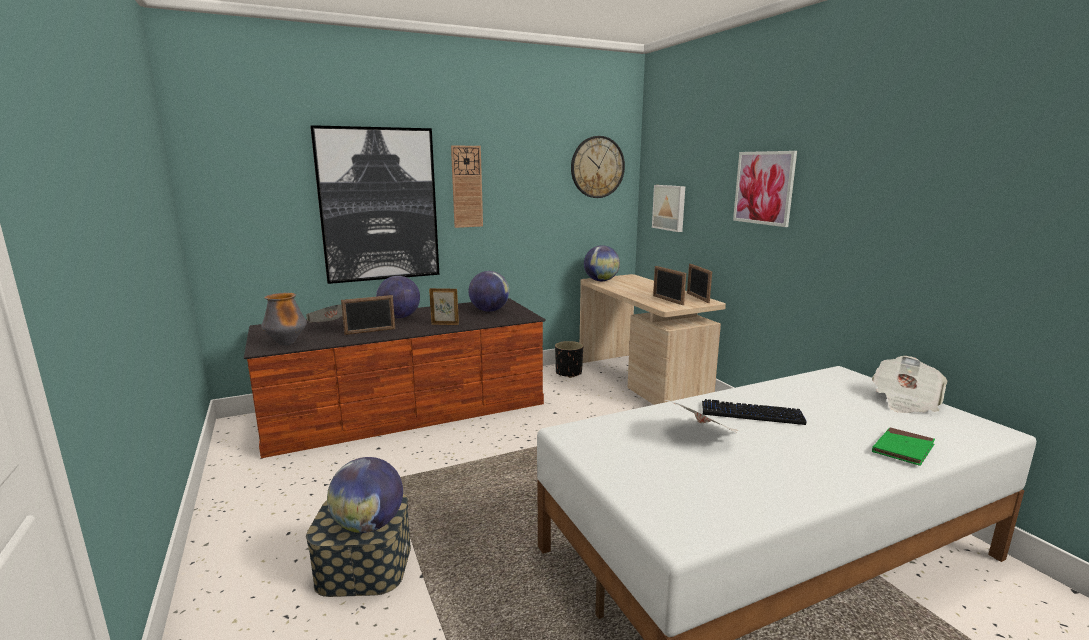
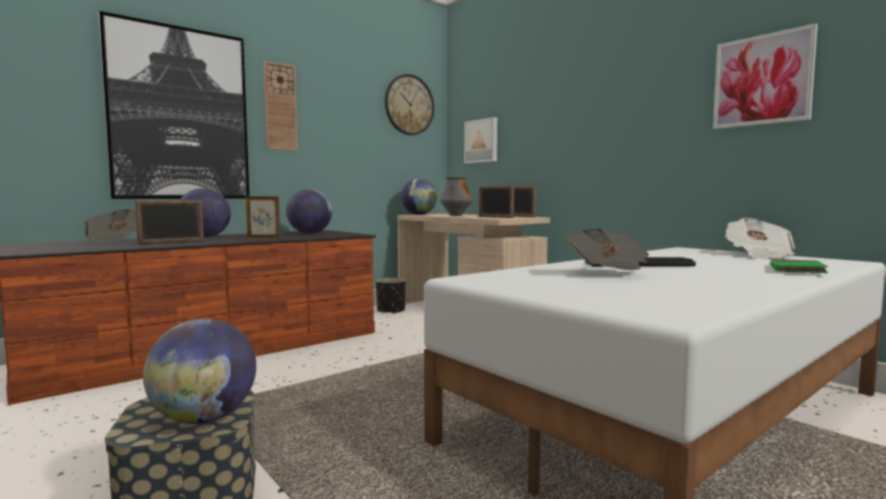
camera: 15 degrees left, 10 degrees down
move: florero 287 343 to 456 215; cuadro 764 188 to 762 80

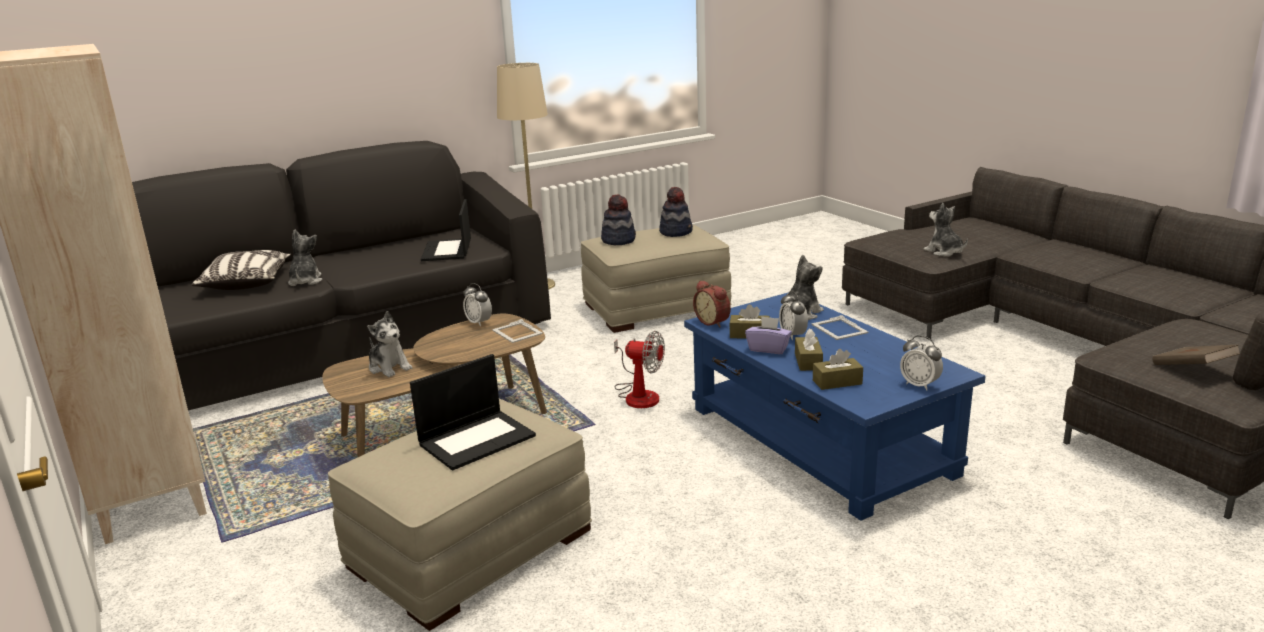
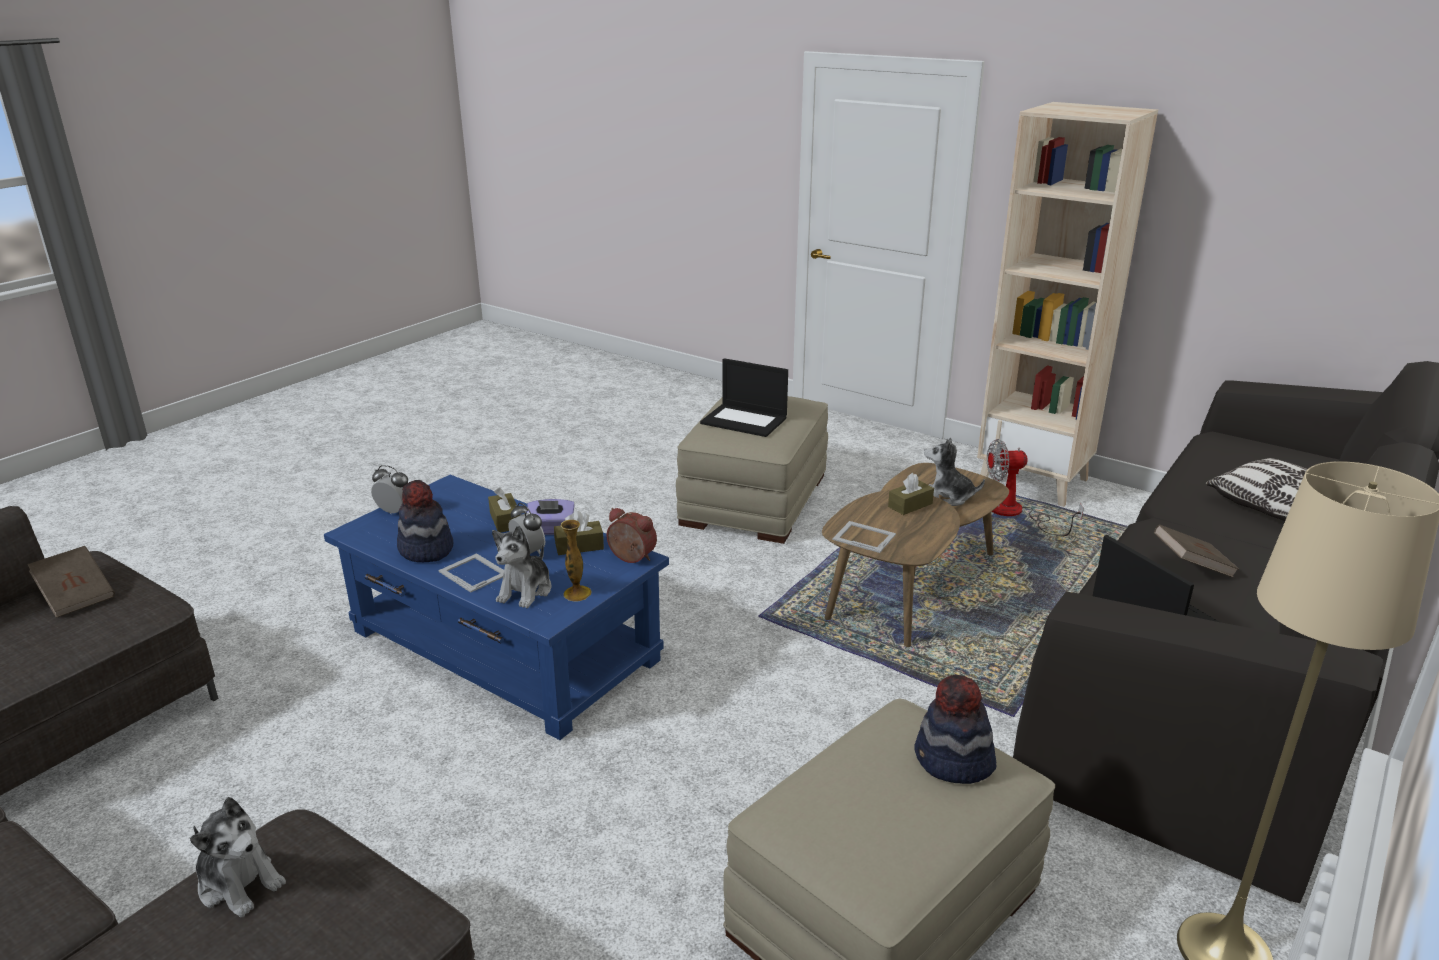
camera: 155 degrees right, 5 degrees up
delete: peluche 305 281; despertador 479 322
insert: florero 577 593; libro/marrón 1191 566
move: ventilador 638 394 to 1016 514; sombrero 676 232 to 425 549; caja de pañuelos/marrón 837 382 to 910 505
rotate: portátil 477 439 = 745 420 90 degrees counterclockwise

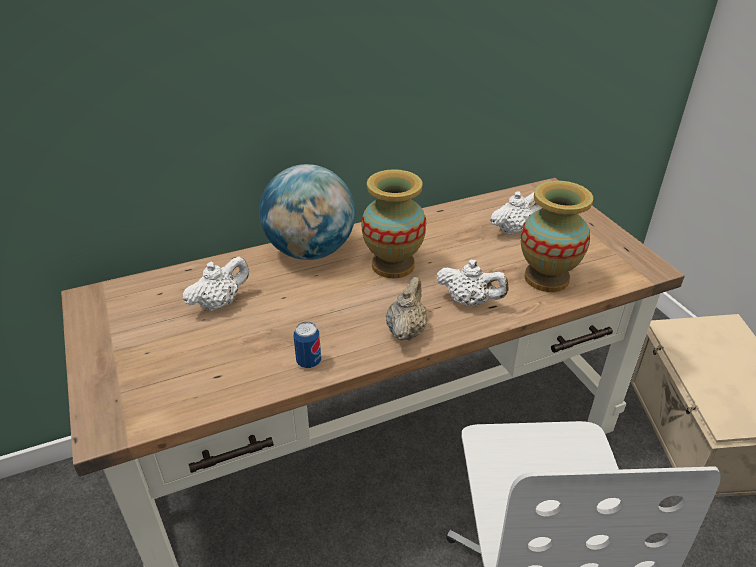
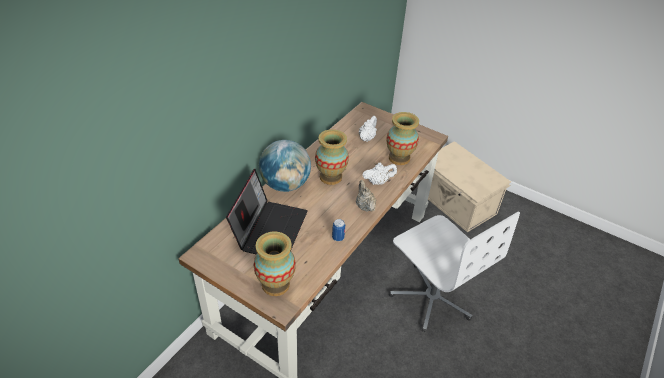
camera: 35 degrees left, 5 degrees up
insert: florero 275 284
replace: tetera/blanco 220 303 to portátil 270 229

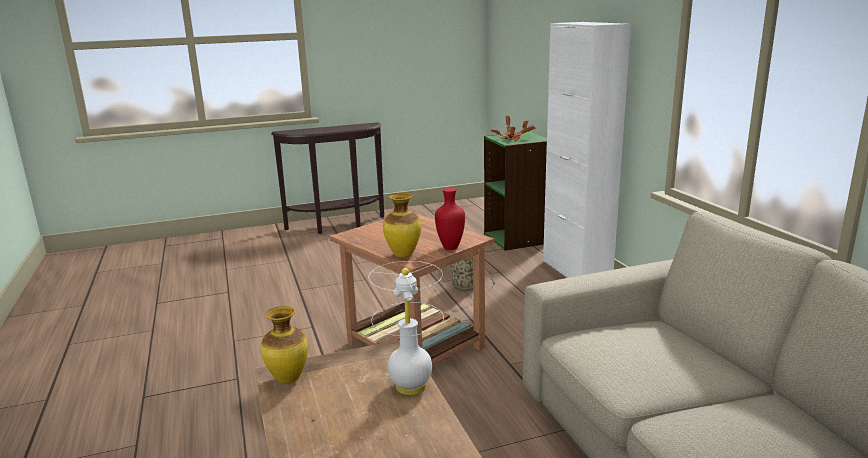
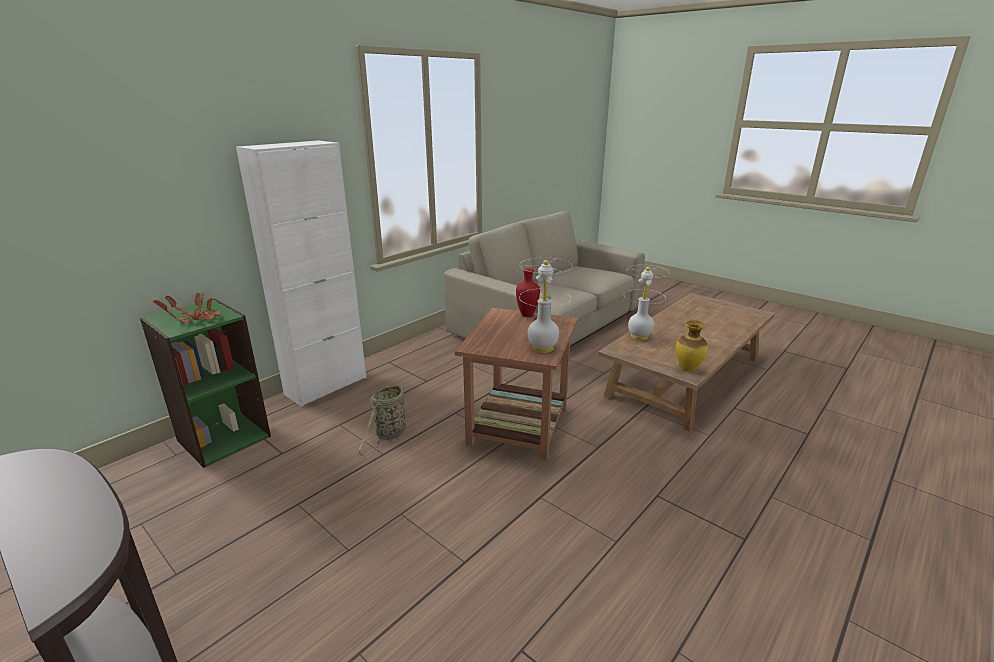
camera: 120 degrees left, 5 degrees up
delete: florero 404 255
insert: lámpara de mesa/blanco 542 348

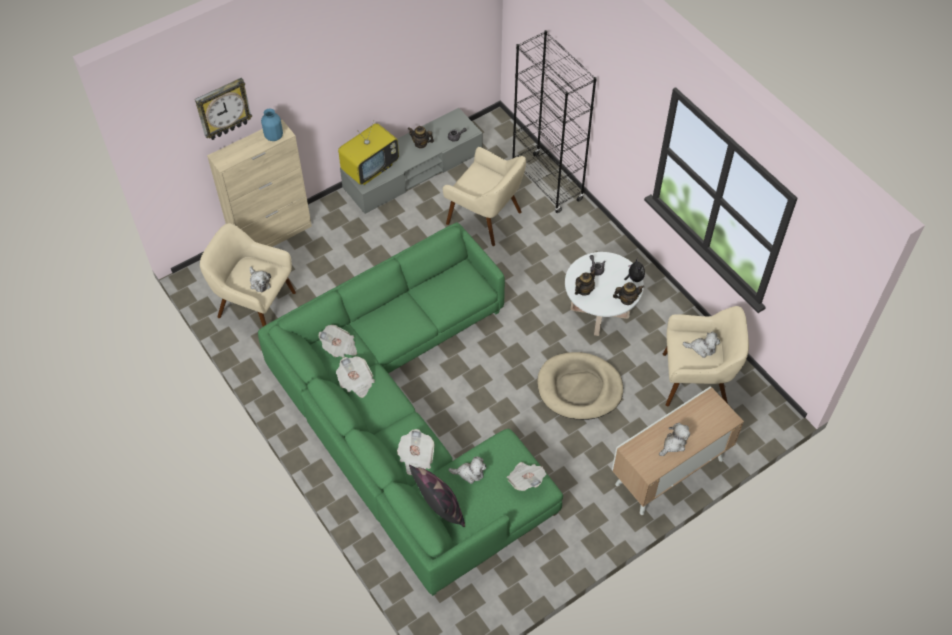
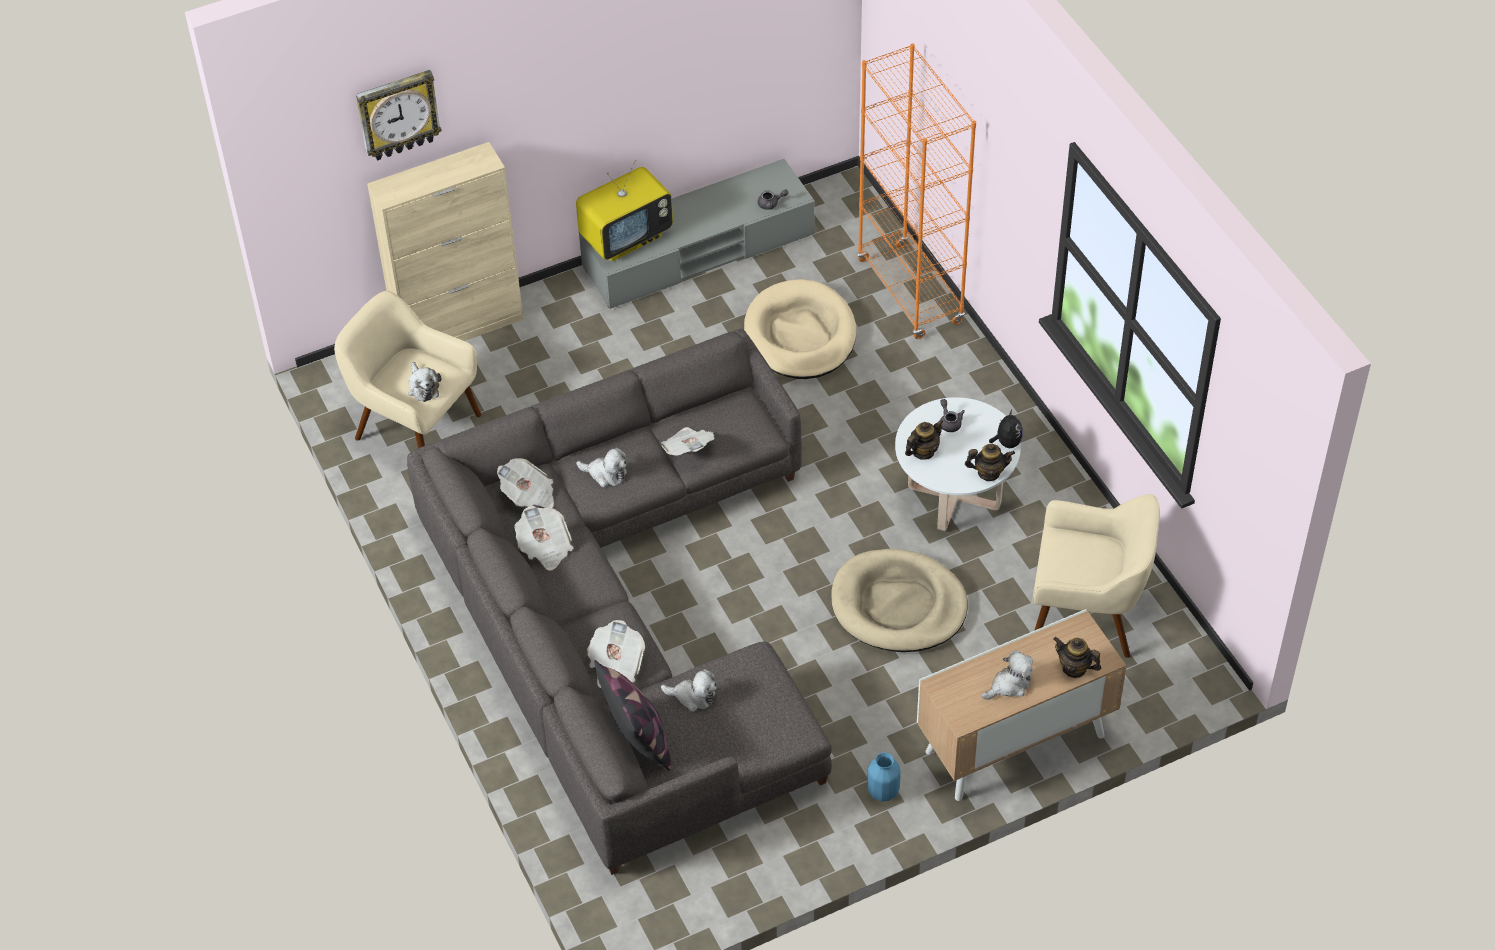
camera: 10 degrees right, 5 degrees down
move: florero/azul 274 136 to 883 791; tetera 421 143 to 1074 668; periódico 525 480 to 688 450; peluche 702 348 to 605 474
replace: sillón/beis 485 218 to cama para perro/beis 800 335
recolor: sofá/verde 408 417 to sofá/gris 623 616; estantería/negro 547 183 to estantería/naranja 910 292

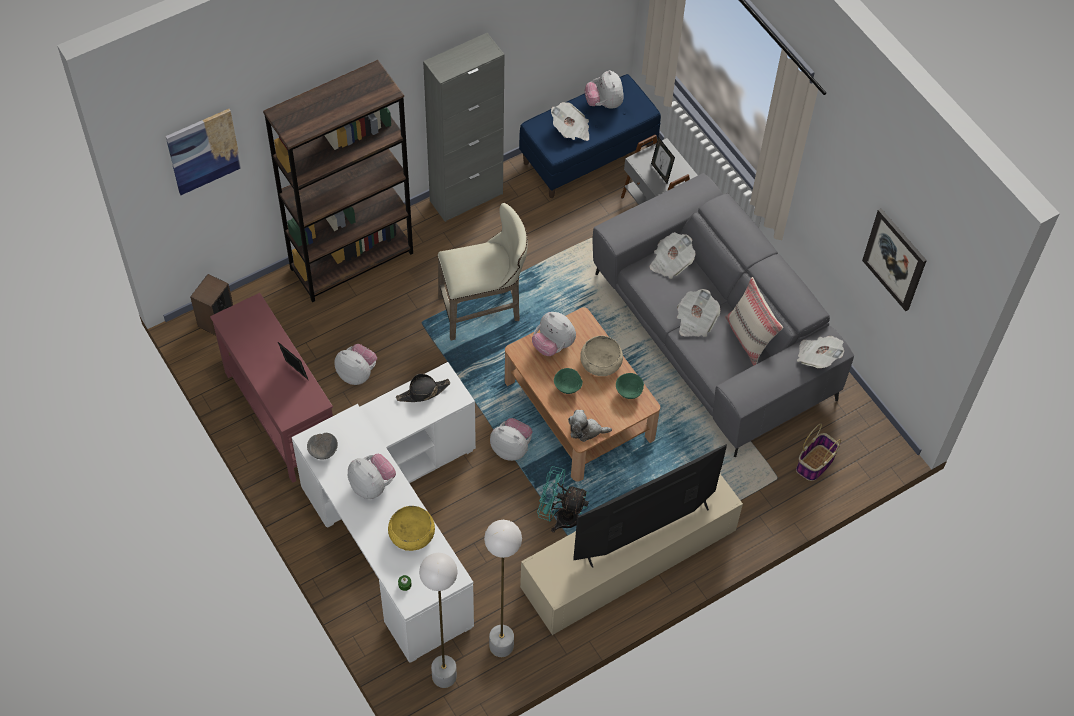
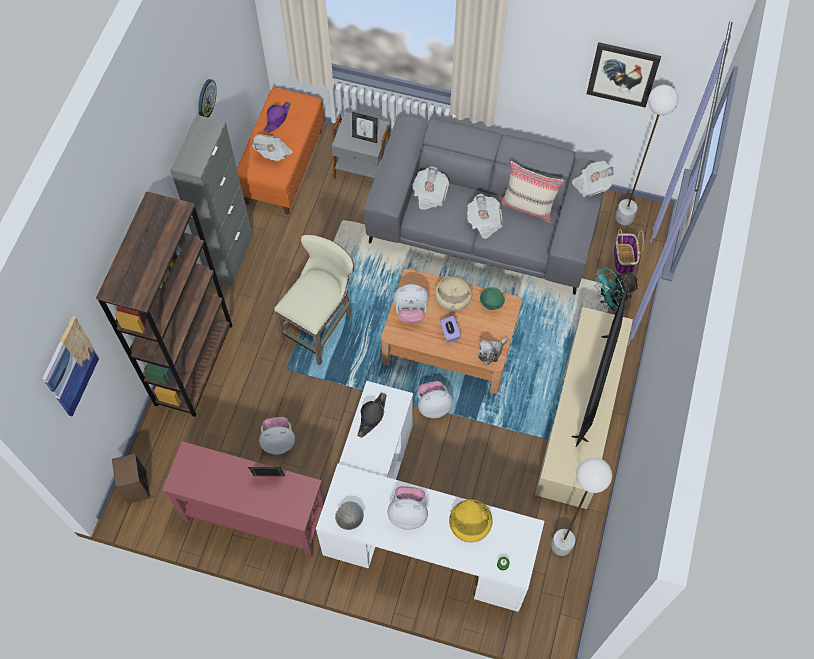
camera: 40 degrees left, 5 degrees up
insert: reloj de pared 206 98
move: lámpara de pie/blanco 444 676 to 624 217; ventilador/turquesa 560 517 to 610 304
replace: cuenco/verde 567 387 to caja de pañuelos/morado 449 333; peluche 604 103 to sombrero/morado 277 119
recolor: banco/azul 588 155 to banco/naranja 283 166

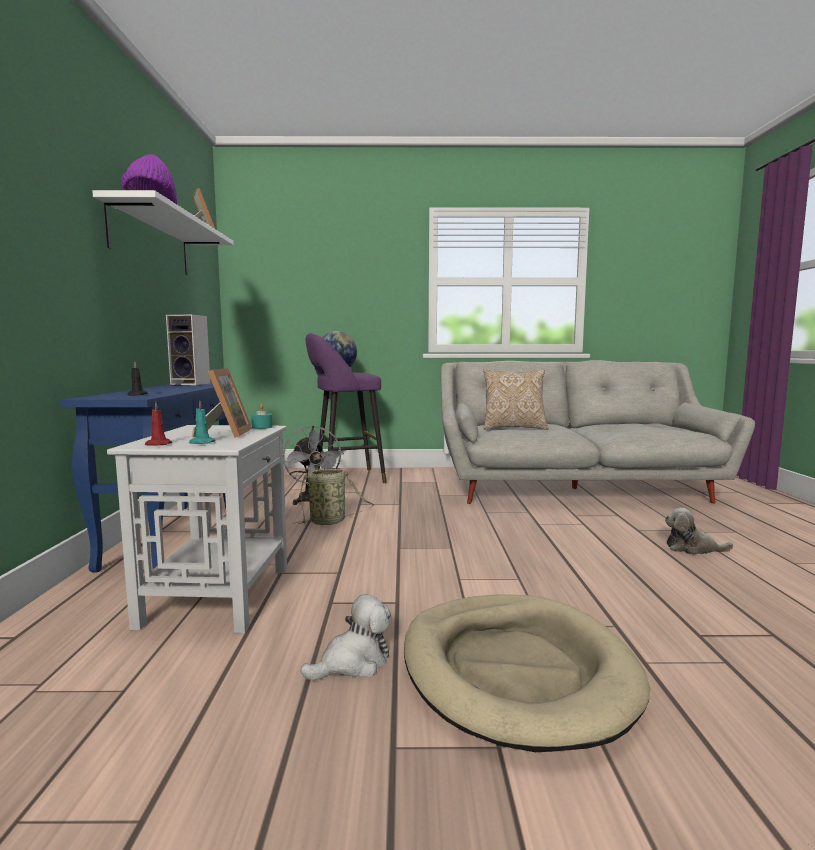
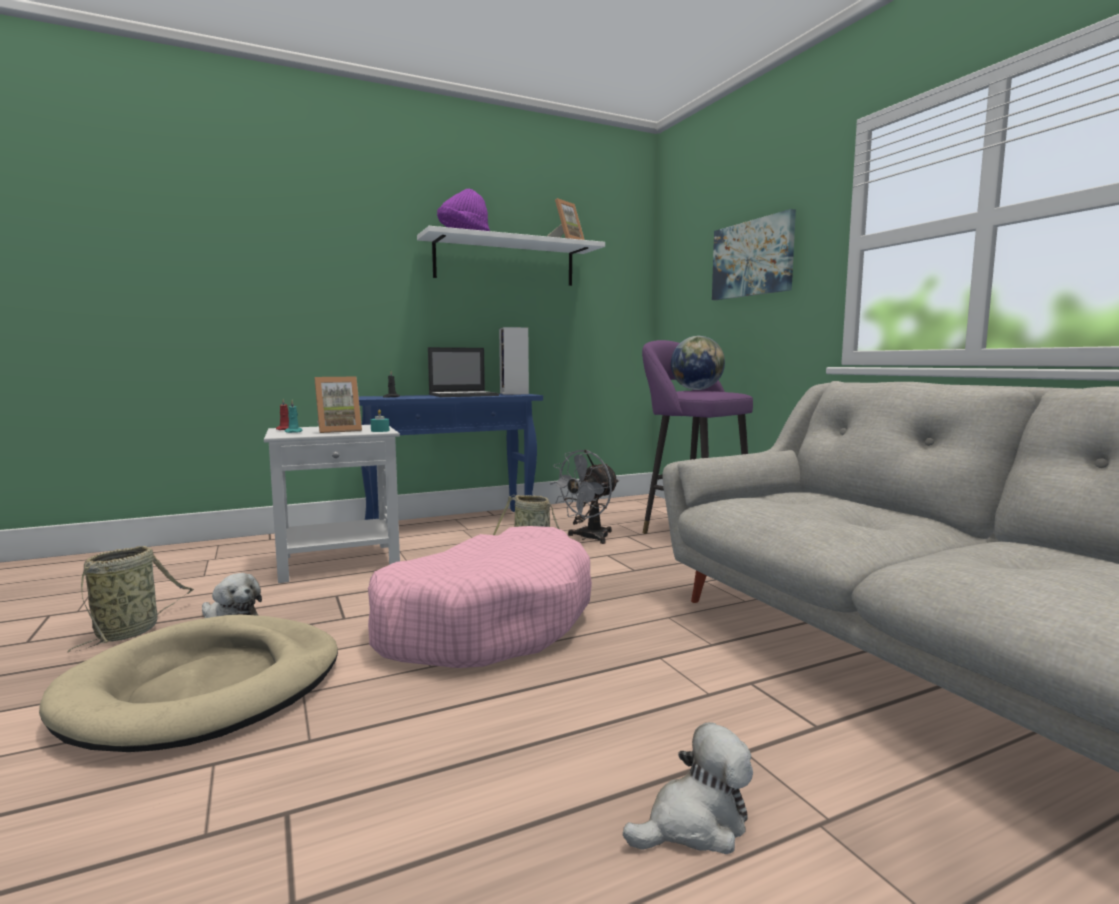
camera: 65 degrees right, 0 degrees up
delete: cojín 513 428
insert: cesta 131 632; cama para perro/rosa 485 622; portátil 464 395; cuadro 752 258
rotate: peluche 692 548 = 695 824 75 degrees clockwise

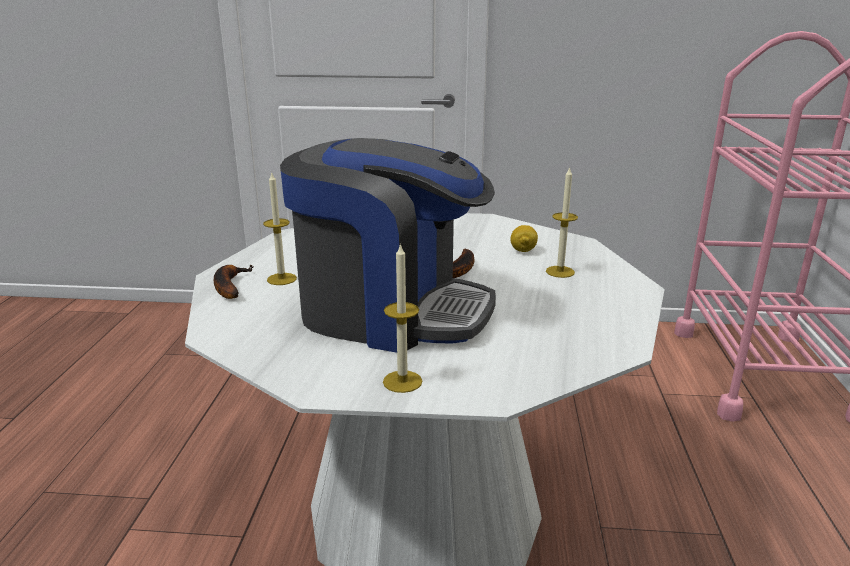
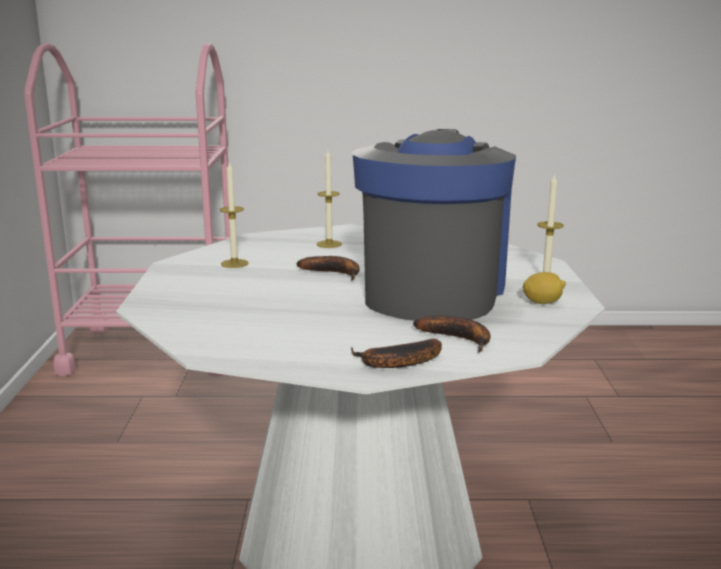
camera: 95 degrees left, 5 degrees down
insert: plátano 459 339
move: vela 281 279 to 234 263; limón 523 250 to 542 302

